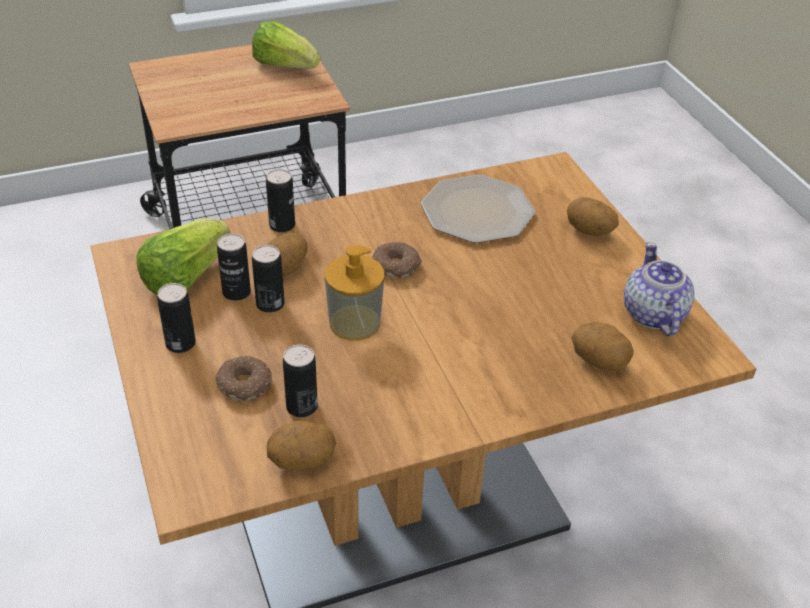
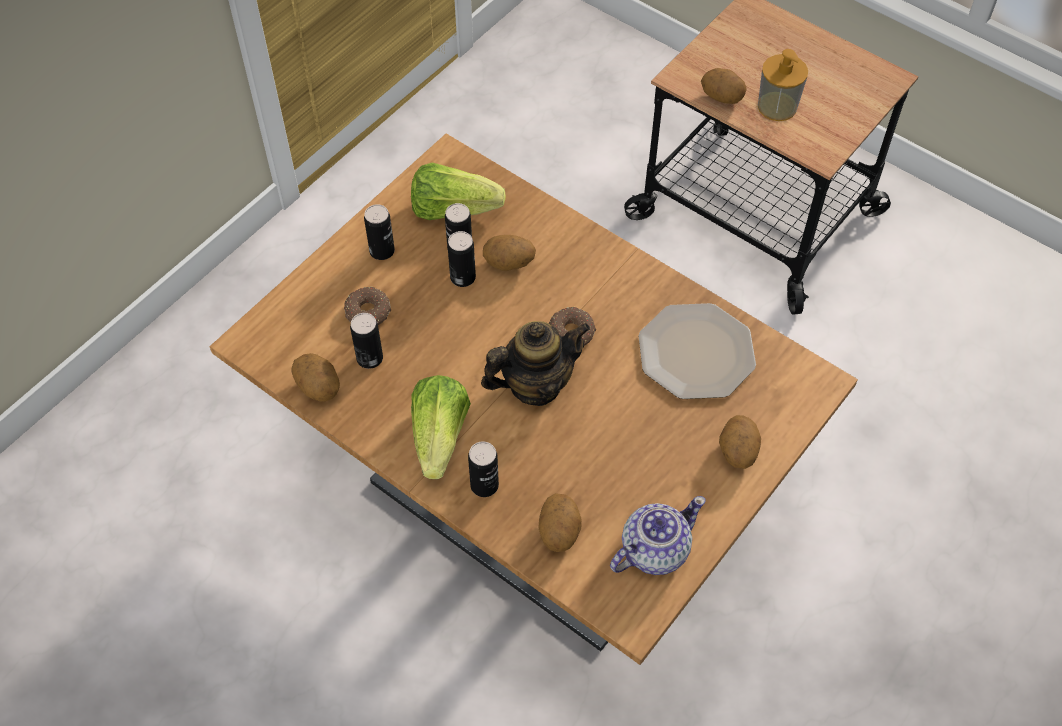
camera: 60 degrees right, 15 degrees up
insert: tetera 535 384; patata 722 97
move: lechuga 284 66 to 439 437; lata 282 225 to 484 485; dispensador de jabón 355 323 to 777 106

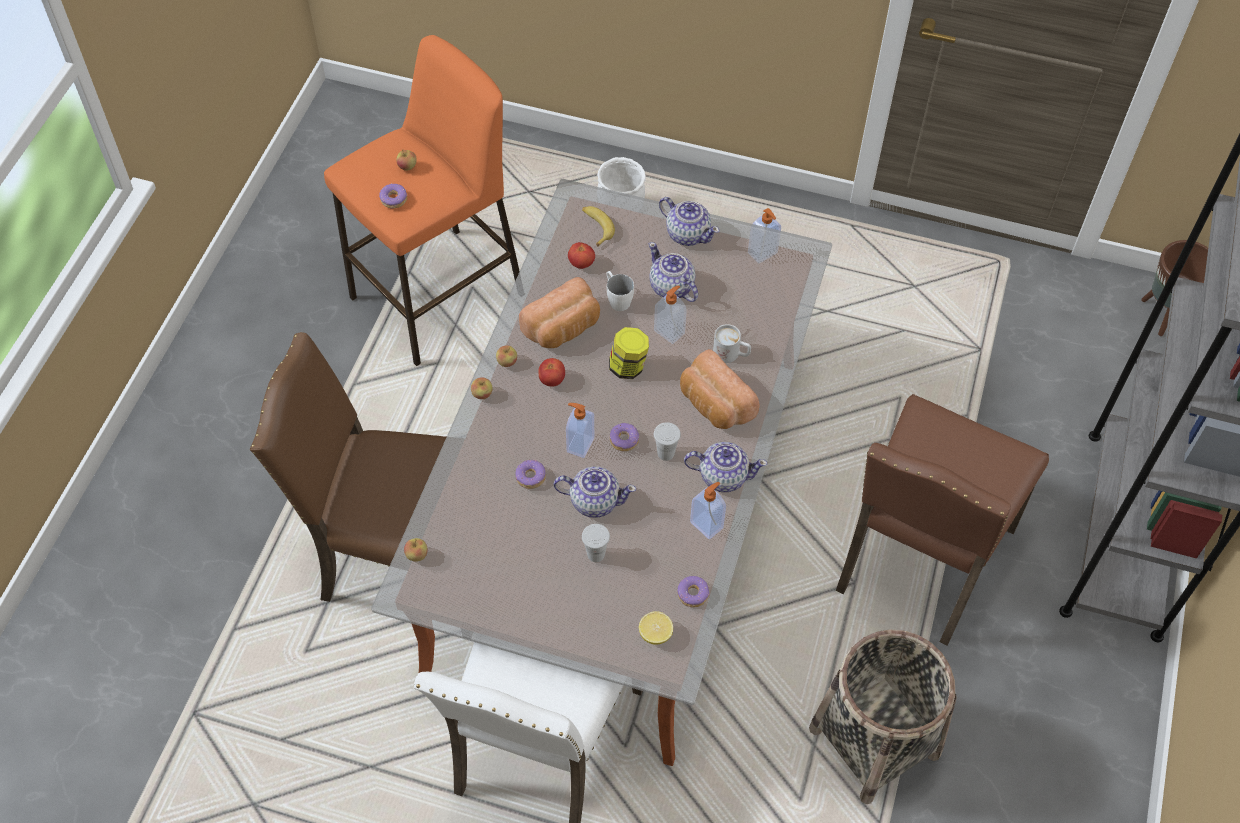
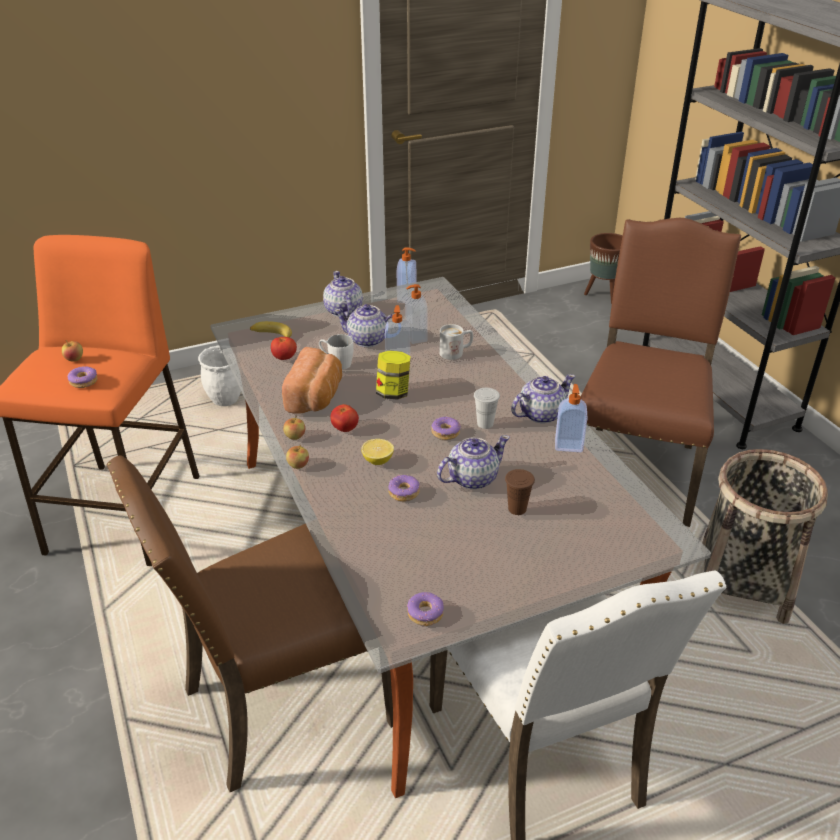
camera: 40 degrees left, 20 degrees down
delete: manzana 416 555; pan 714 405
move: dispensador de jabón 579 444 to 415 337; limón 655 634 to 377 460; rosquilla 693 594 to 425 613
recolor: taza/blanco 596 554 to taza/marrón 517 509
rotate: tetera 687 233 = 343 311 105 degrees counterclockwise; silla/marrón 919 560 = 636 470 150 degrees counterclockwise

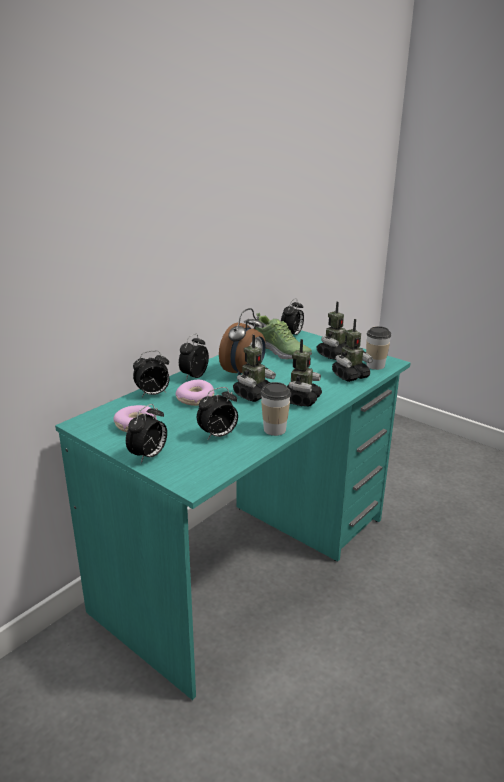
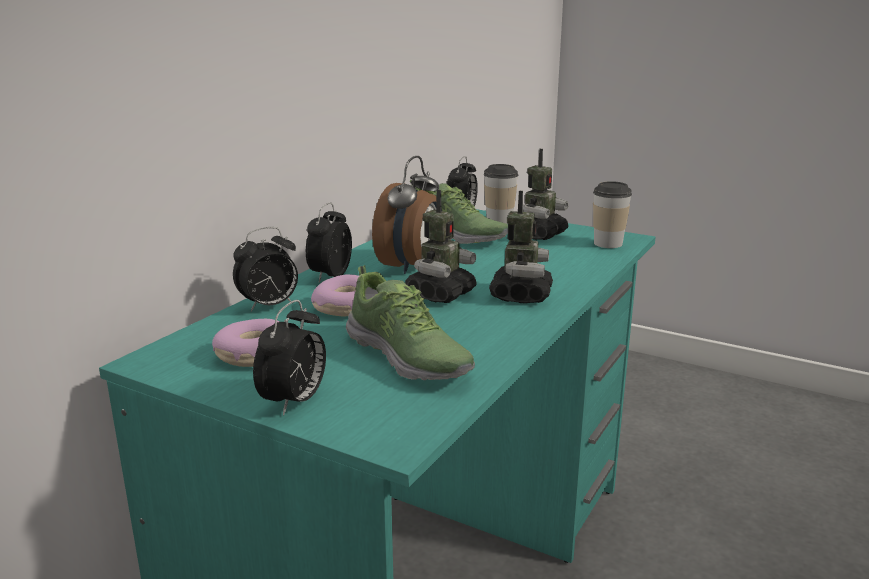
camera: 10 degrees left, 5 degrees down
delete: robot de juguete 350 376
move: taza 274 429 to 499 221
replace: despertador 218 435 to zapato 408 357

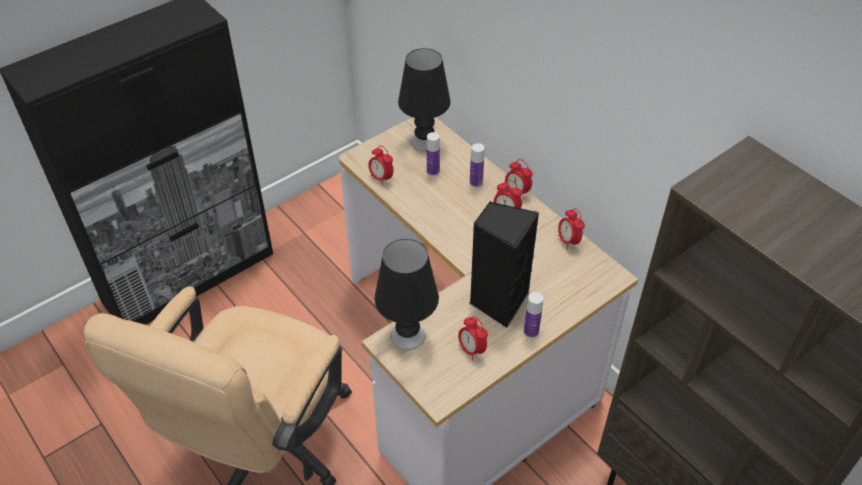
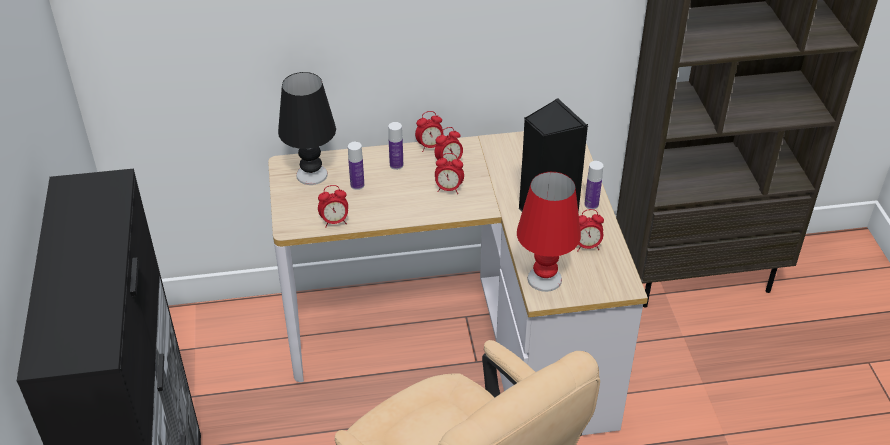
camera: 60 degrees left, 5 degrees down
move: despertador 568 241 to 448 189
recolor: lámpara de mesa/negro 407 336 to lámpara de mesa/rojo 545 279

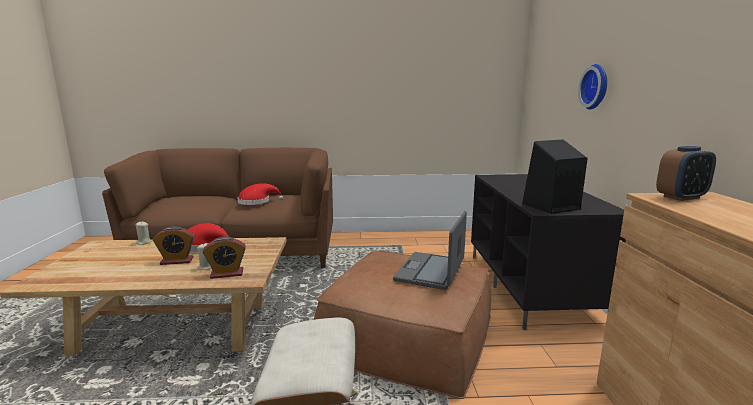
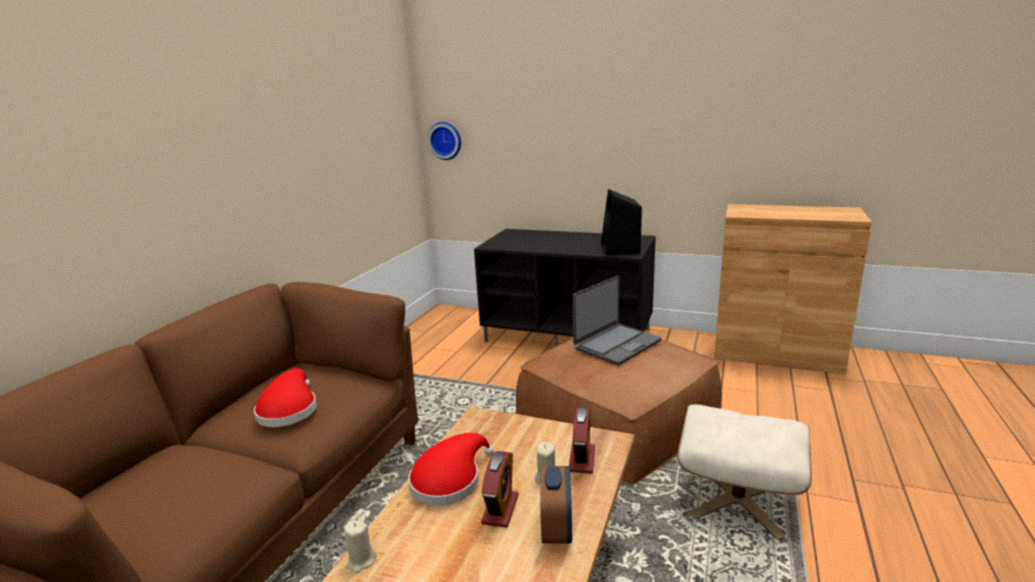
camera: 65 degrees left, 5 degrees up
move: reloj de pared 596 87 to 446 140; despertador 681 197 to 557 529
rotate: portátil 431 271 = 616 345 90 degrees counterclockwise

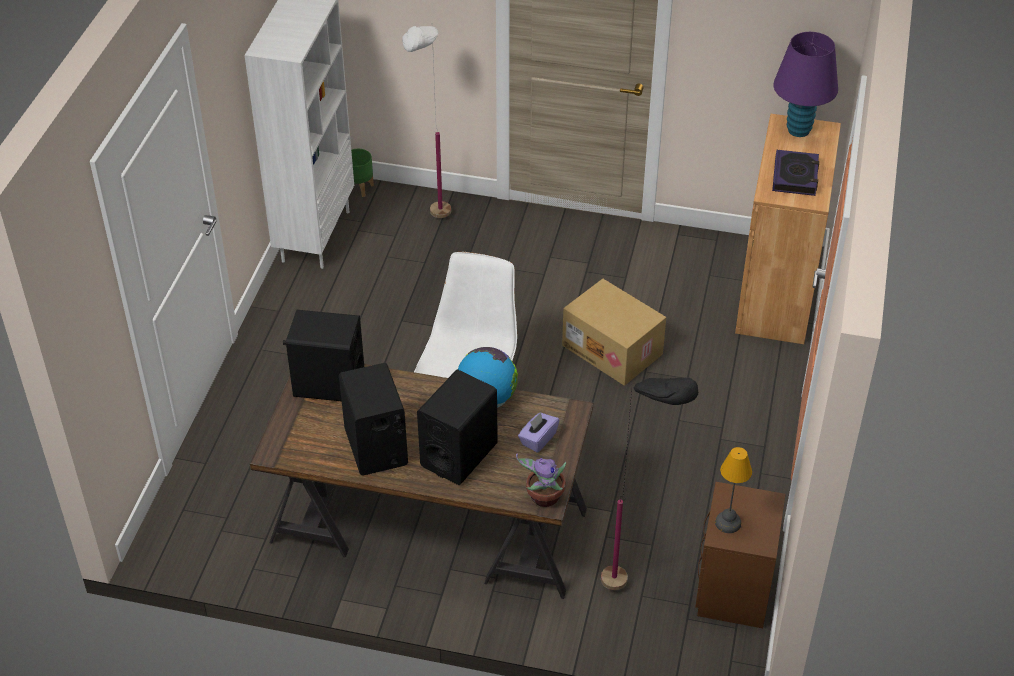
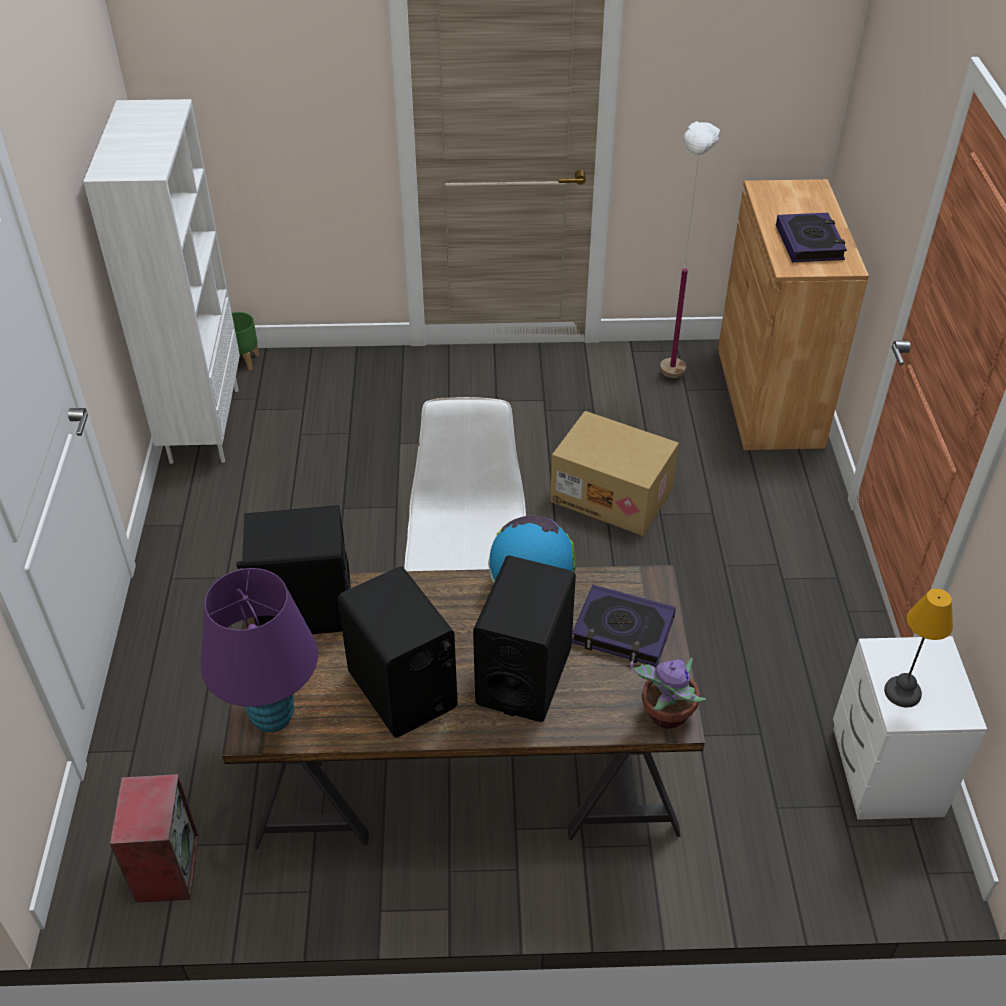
camera: 15 degrees left, 0 degrees up
delete: lámpara de pie/negro 636 586
insert: altavoz 166 867
move: lámpara de pie/blanco 432 227 to 670 389; lámpara de mesa/morado 798 130 to 272 716
replace: caja de pañuelos/morado 538 439 to libro 623 631
recolor: mesita de noche/marrón 732 591 to mesita de noche/blanco 884 774

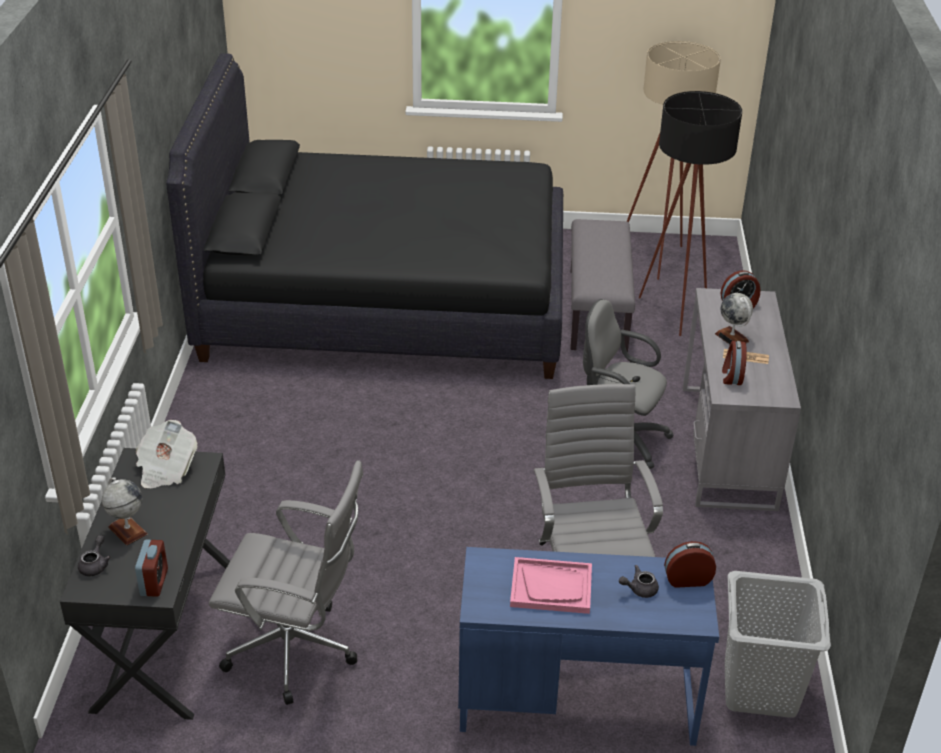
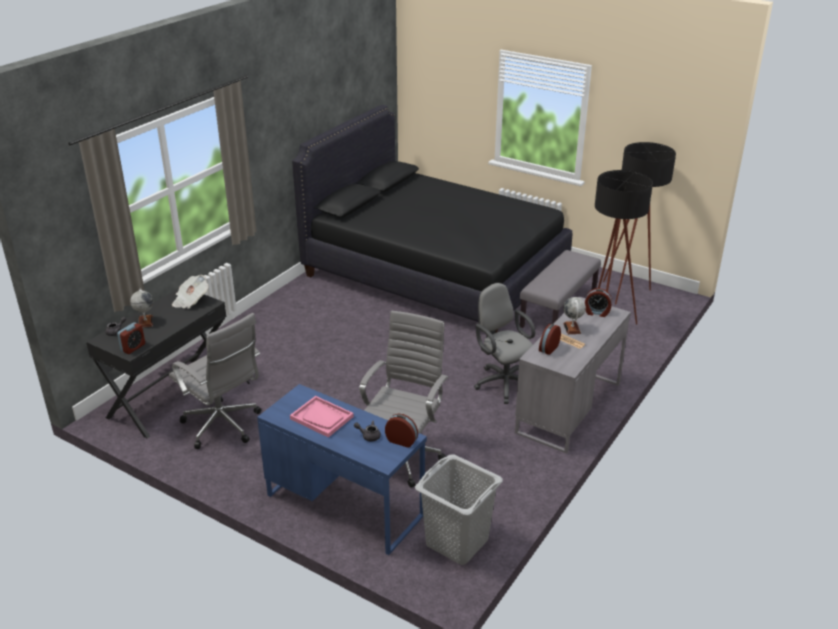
camera: 30 degrees right, 5 degrees down
recolor: lámpara de pie/beis 658 256 to lámpara de pie/negro 629 292

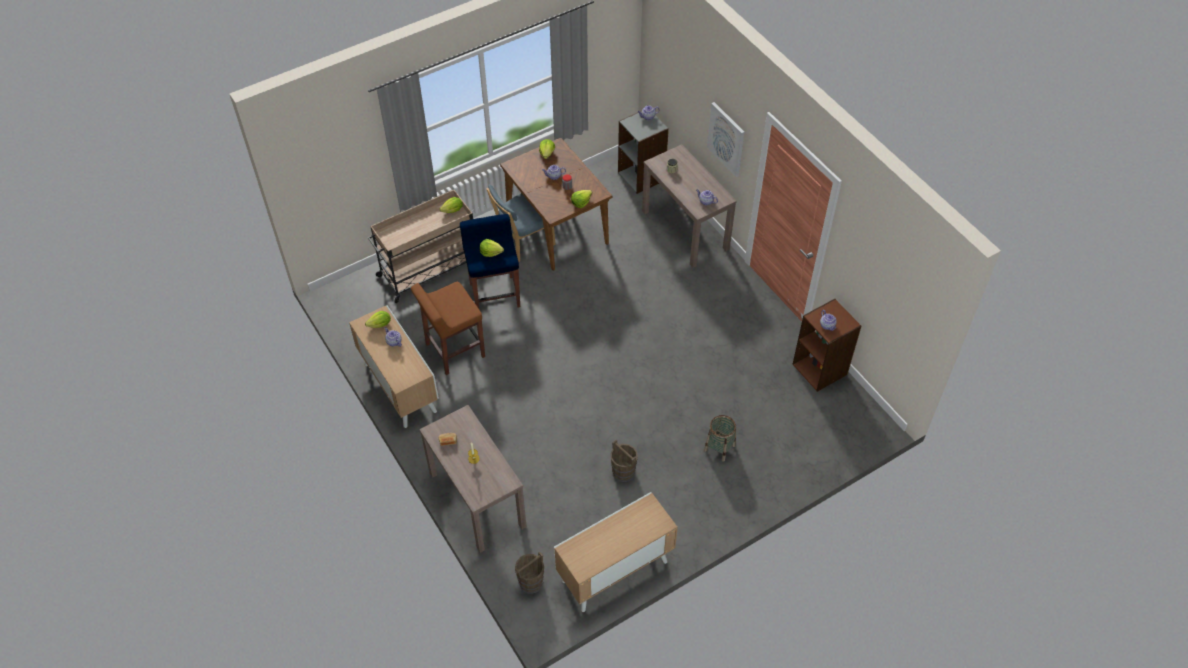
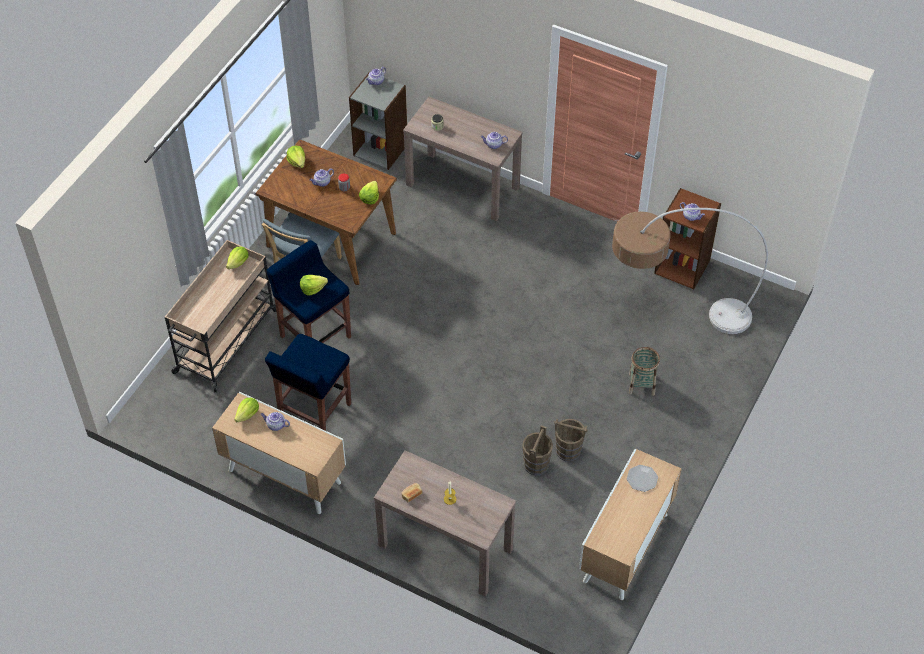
camera: 30 degrees left, 0 degrees up
delete: cuadro 726 139
insert: lámpara de pie 671 318; plato 642 479
move: cubo/marrón 530 582 to 536 464
recolor: taburete/marrón 454 351 to taburete/azul 314 413

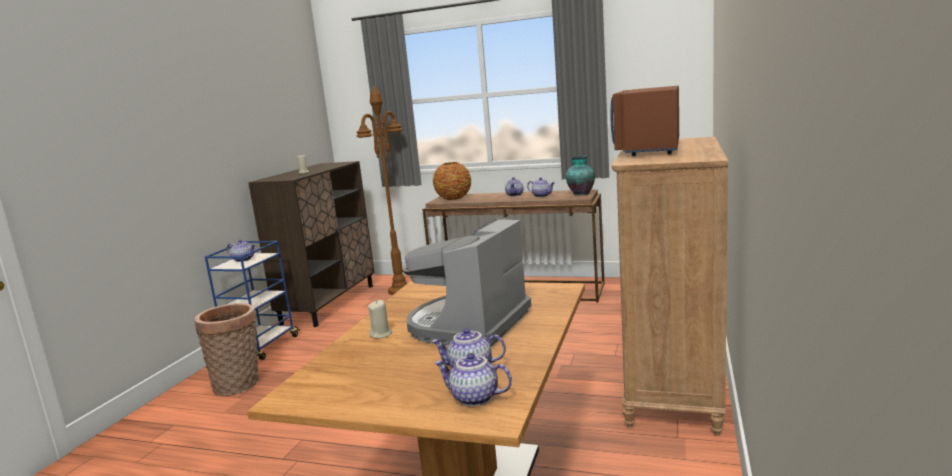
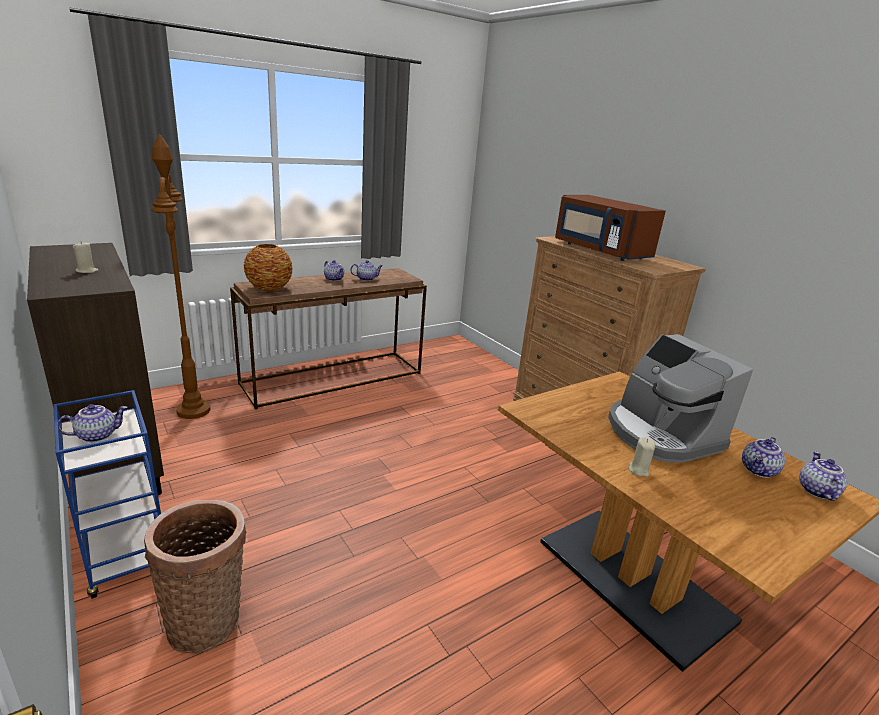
camera: 55 degrees left, 10 degrees up
delete: florero 580 194
rotate: tetera 474 398 = 816 491 135 degrees clockwise

